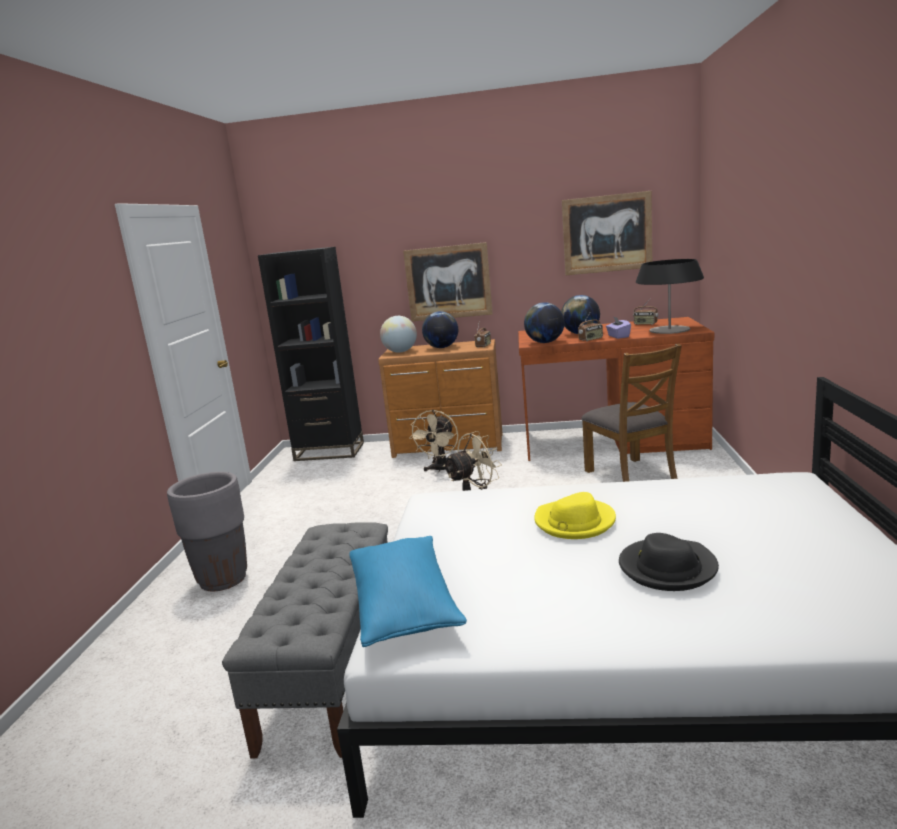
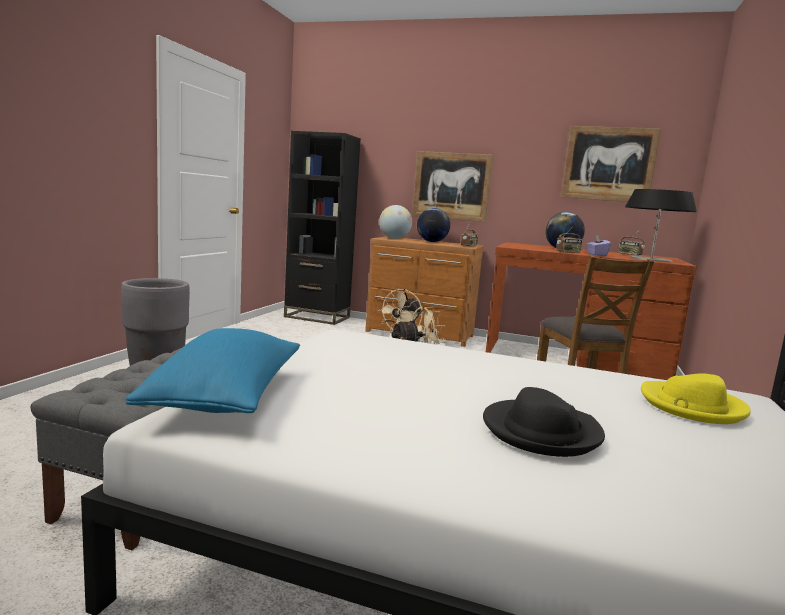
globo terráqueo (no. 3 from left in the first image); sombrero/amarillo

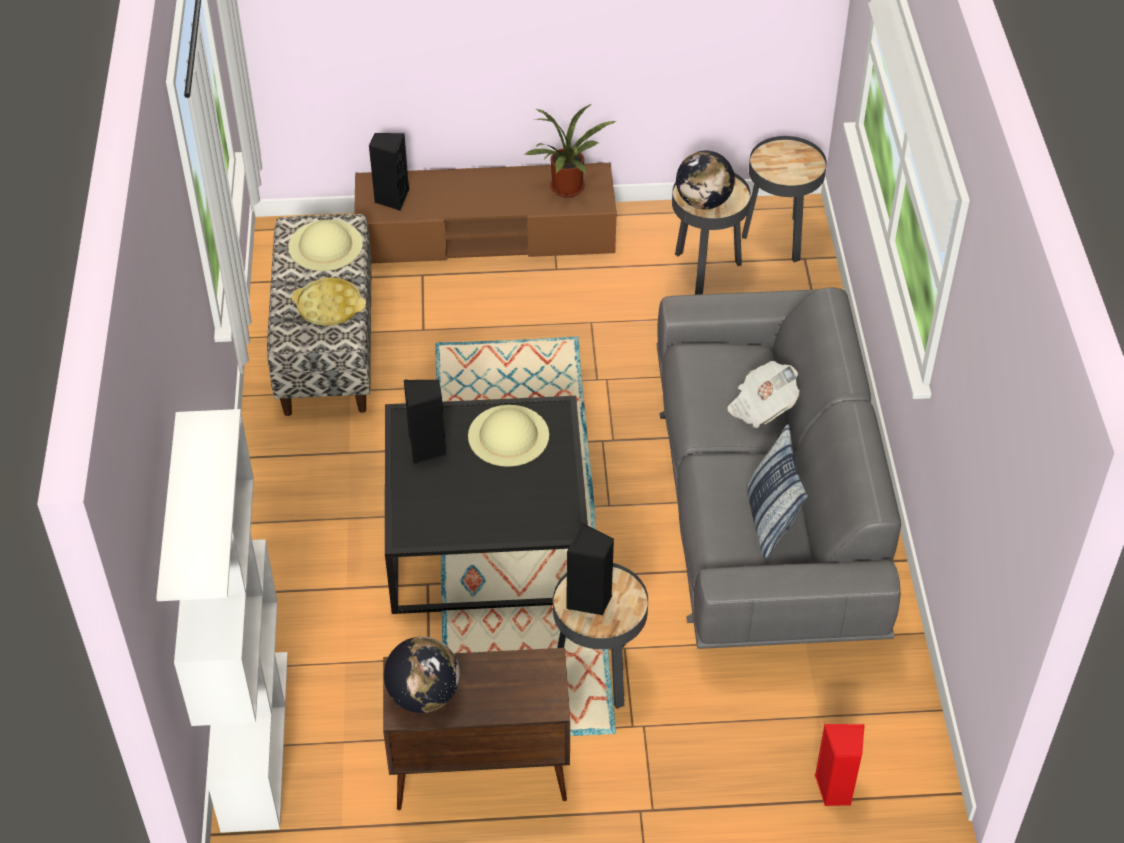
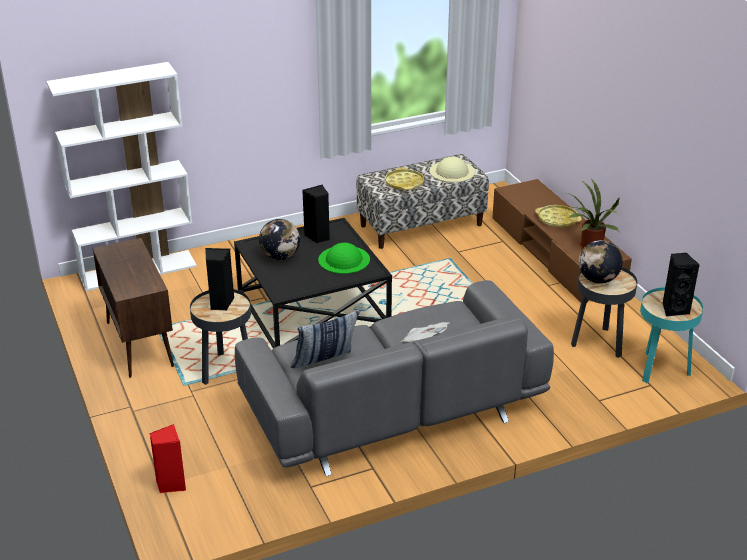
altavoz/negro (no. 3 from left); globo terráqueo (no. 1 from left); sombrero/verde; mesa auxiliar/turquesa; bandeja/amarillo (no. 2 from left)

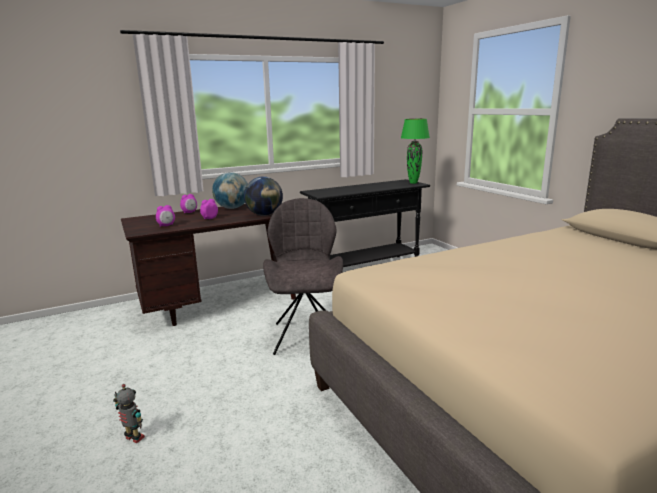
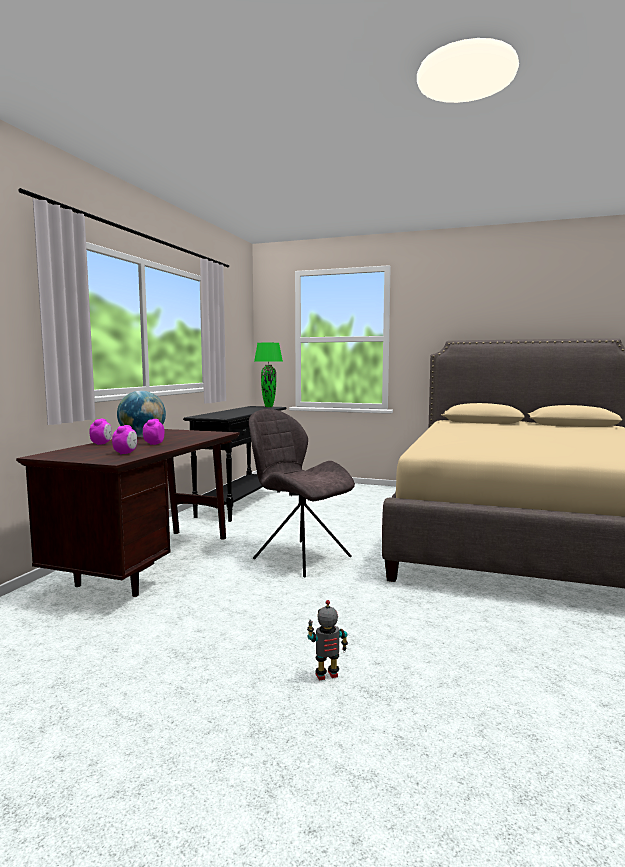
globo terráqueo (no. 2 from left in the first image)

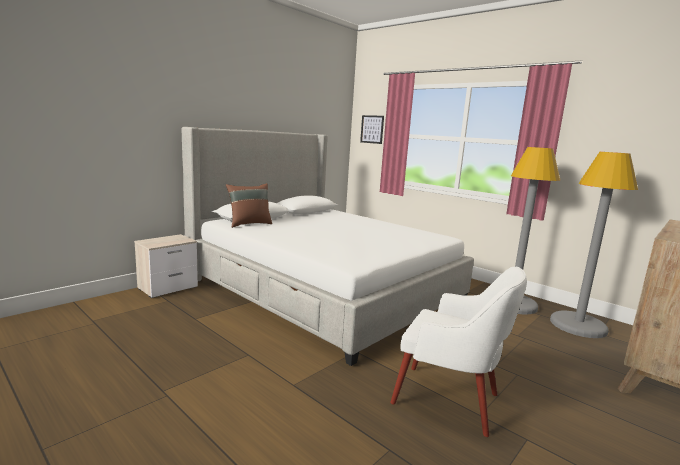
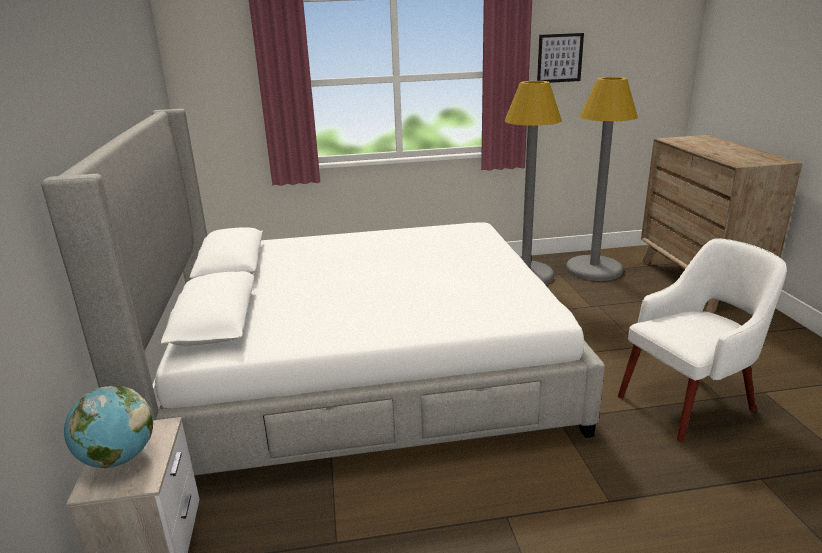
cojín/marrón; cuadro; globo terráqueo

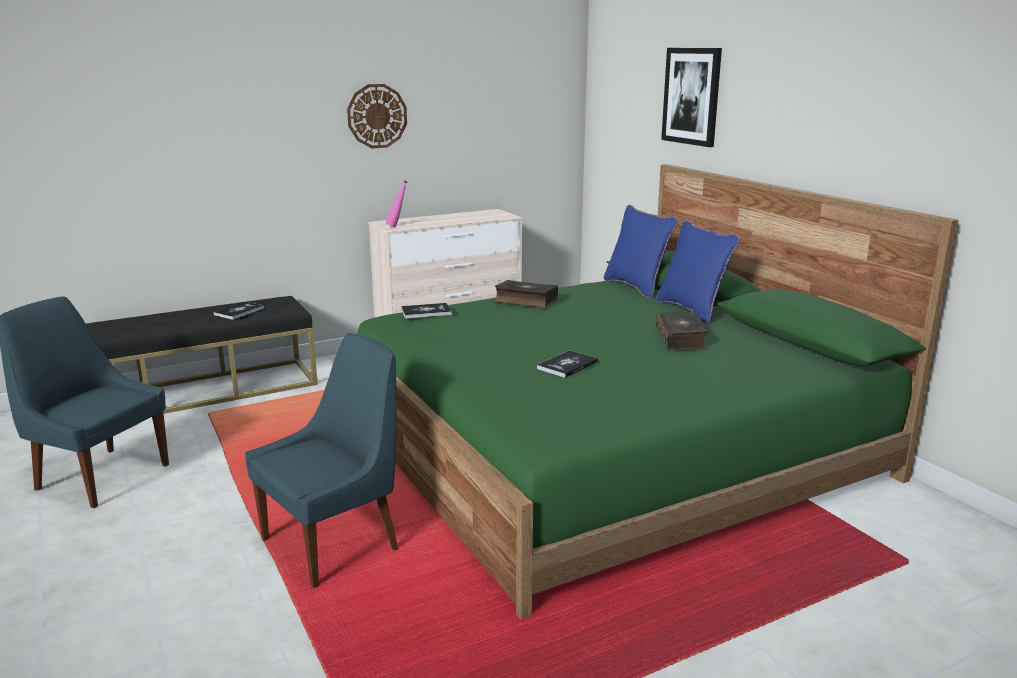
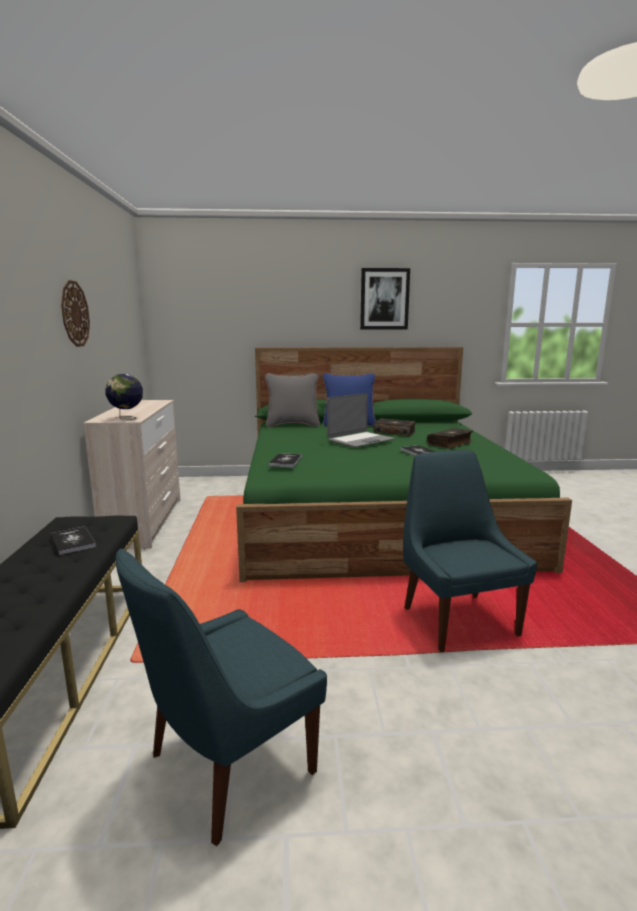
globo terráqueo; libro (no. 5 from left); cojín/gris; cuadro; portátil

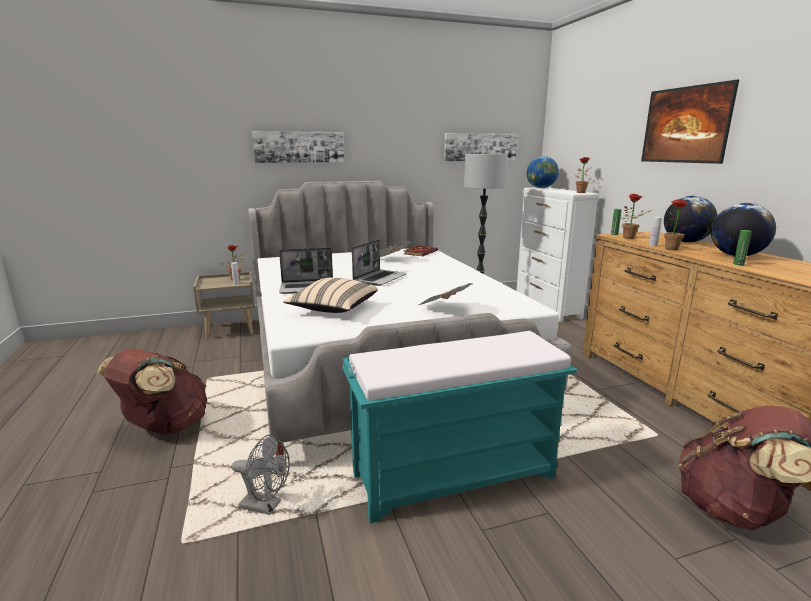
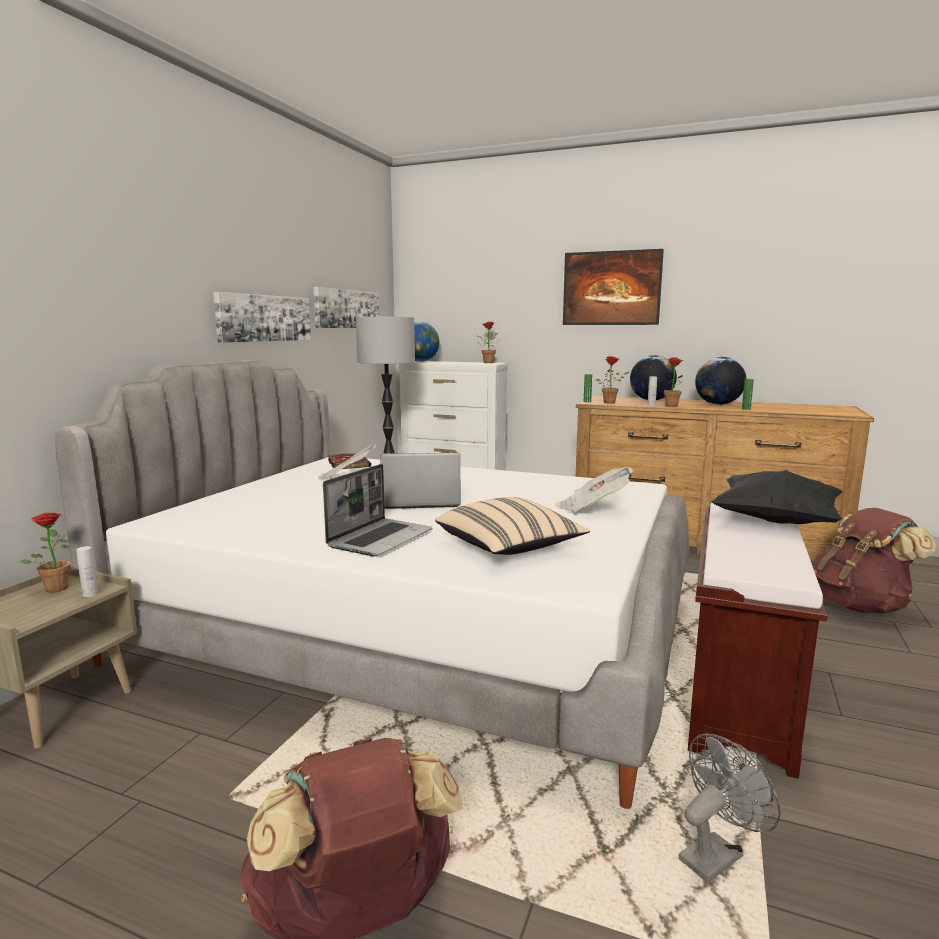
cuadro (no. 1 from left); banco/marrón; portátil (no. 2 from left); cojín/negro

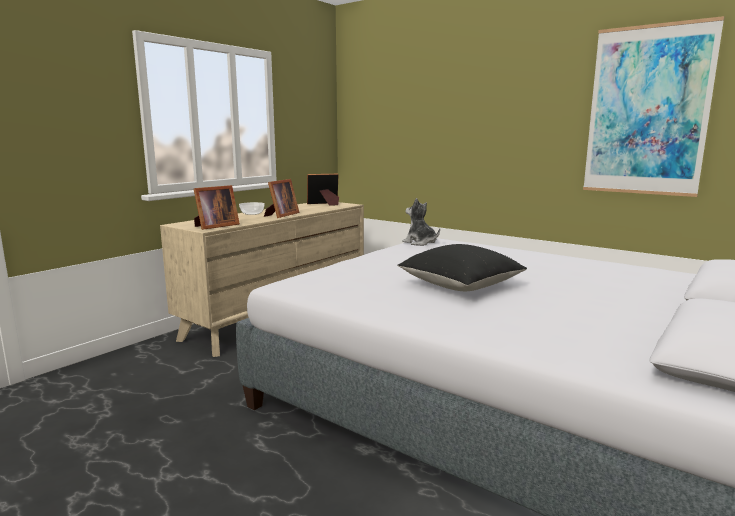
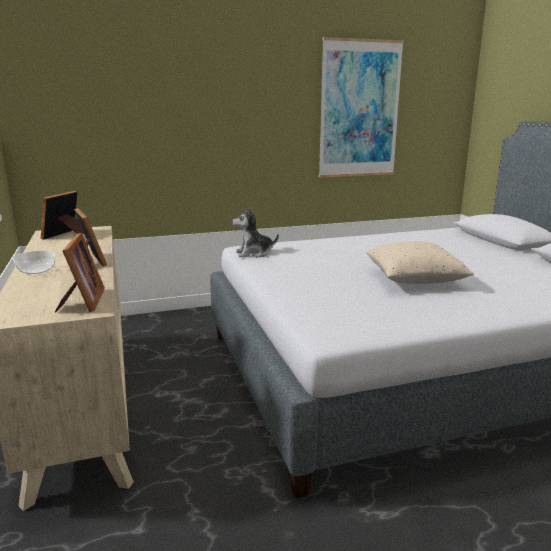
cojín/beis

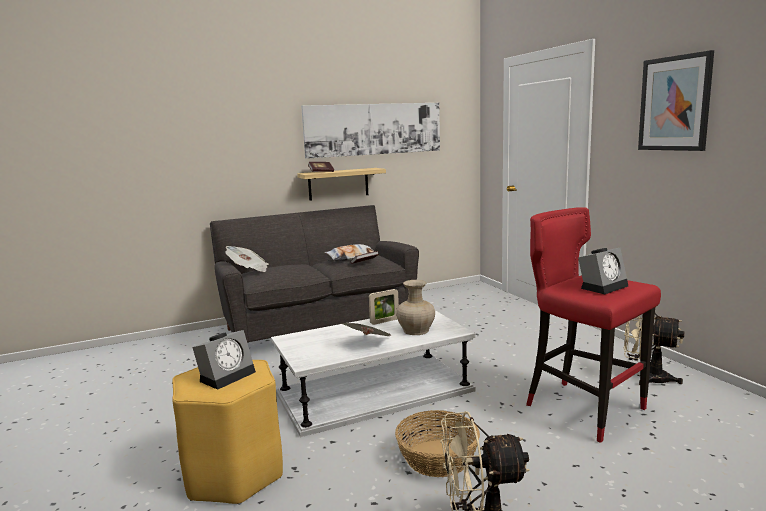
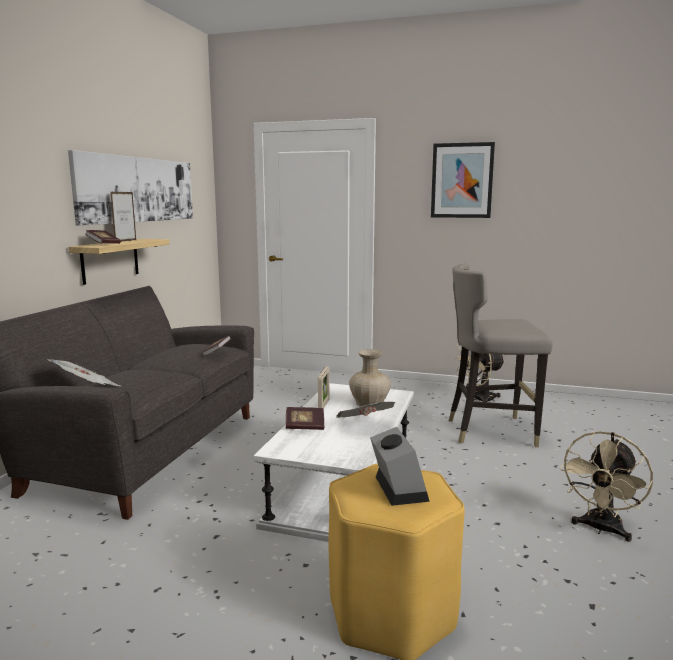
cojín; cesta; taburete/gris; despertador (no. 2 from left in the first image); portarretratos (no. 1 from left); libro (no. 3 from left)

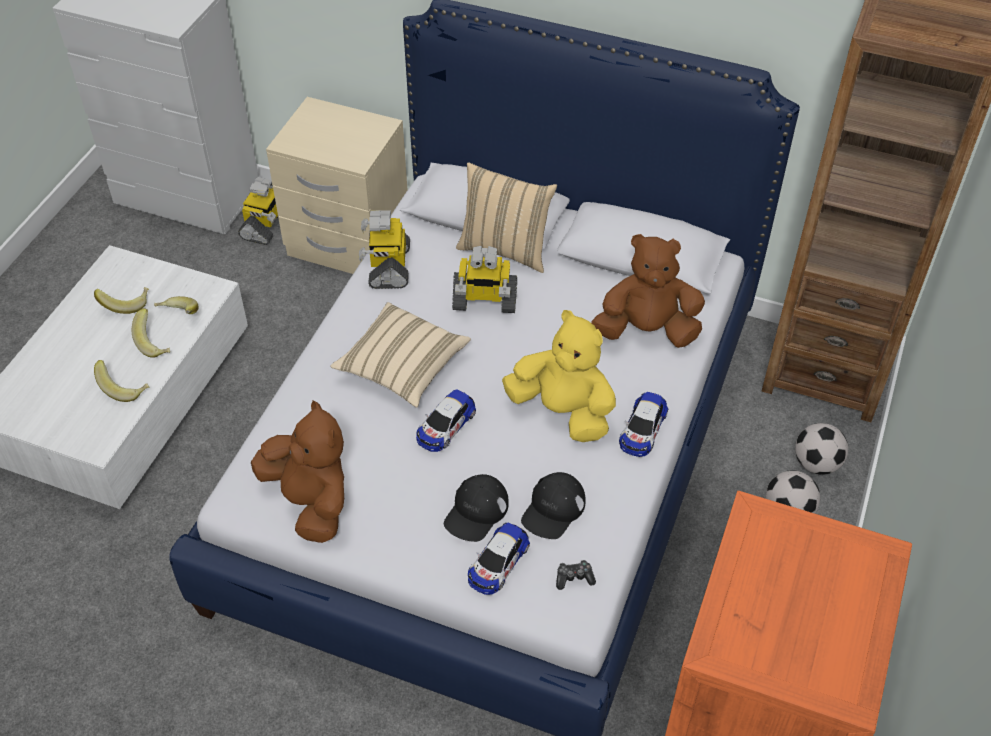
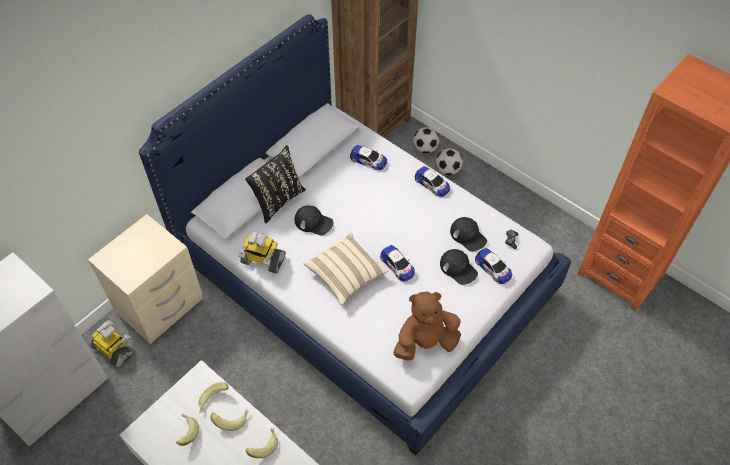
gorra/negro (no. 1 from left); cojín/negro; peluche/amarillo; coche de juguete (no. 1 from left)

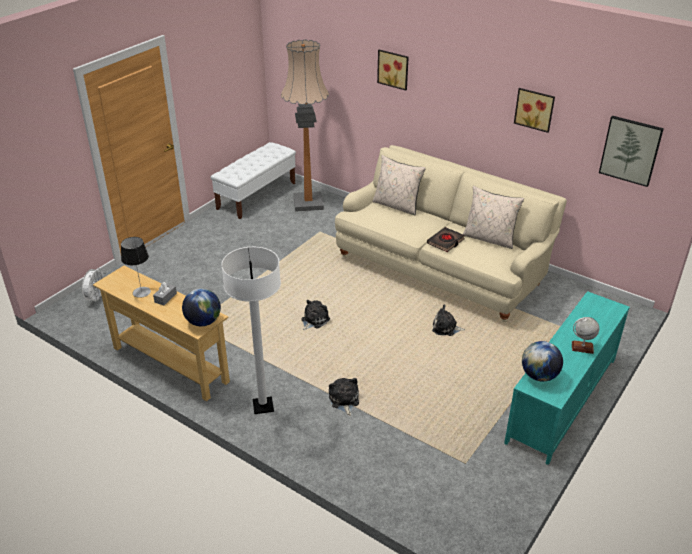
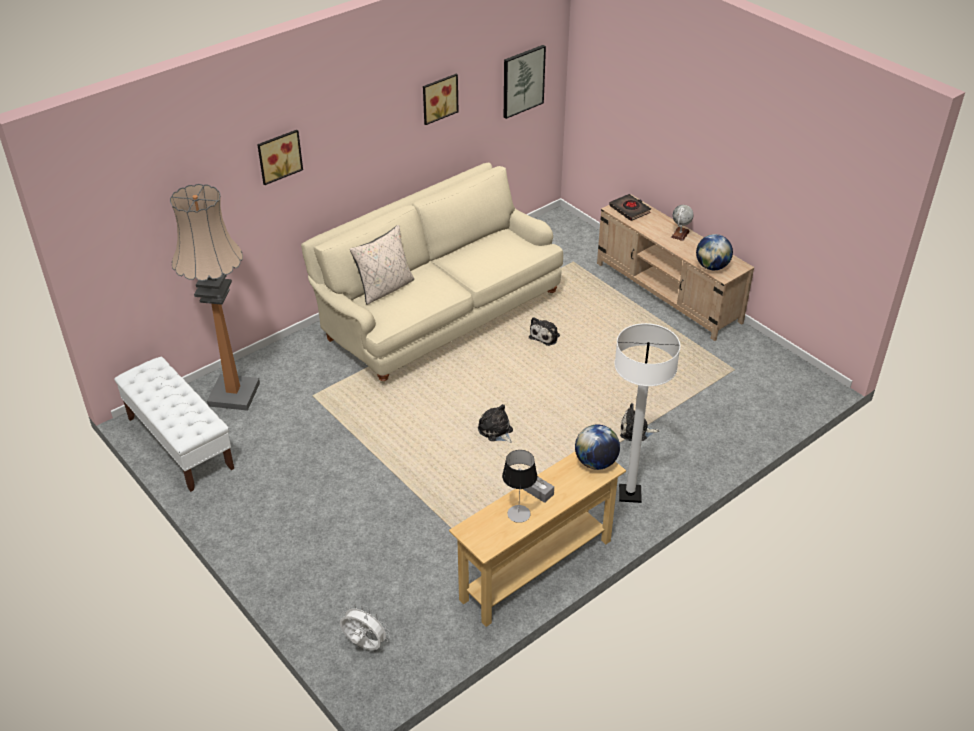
libro/negro; cojín/beis (no. 2 from left in the first image); mueble de televisión/beis

